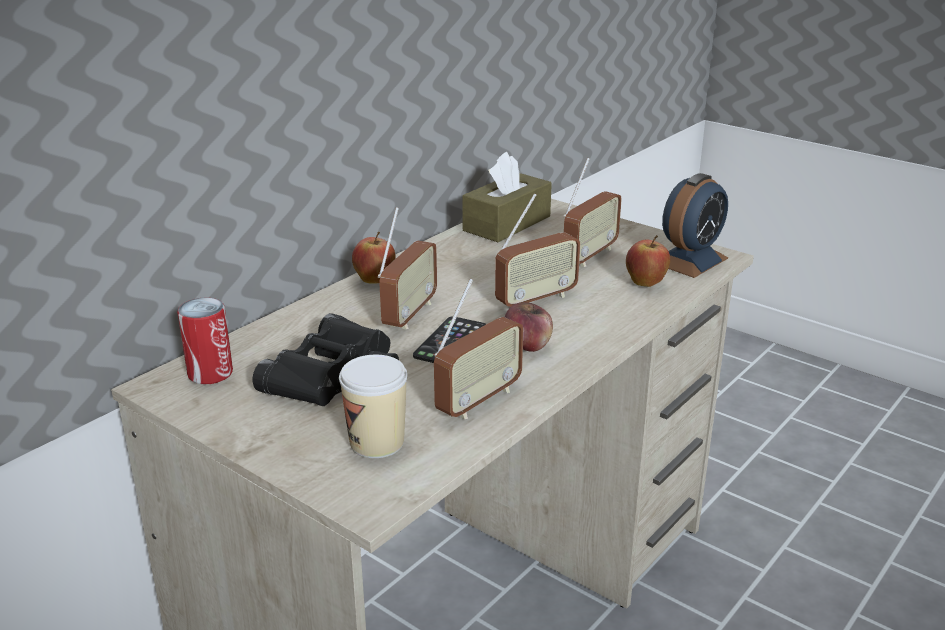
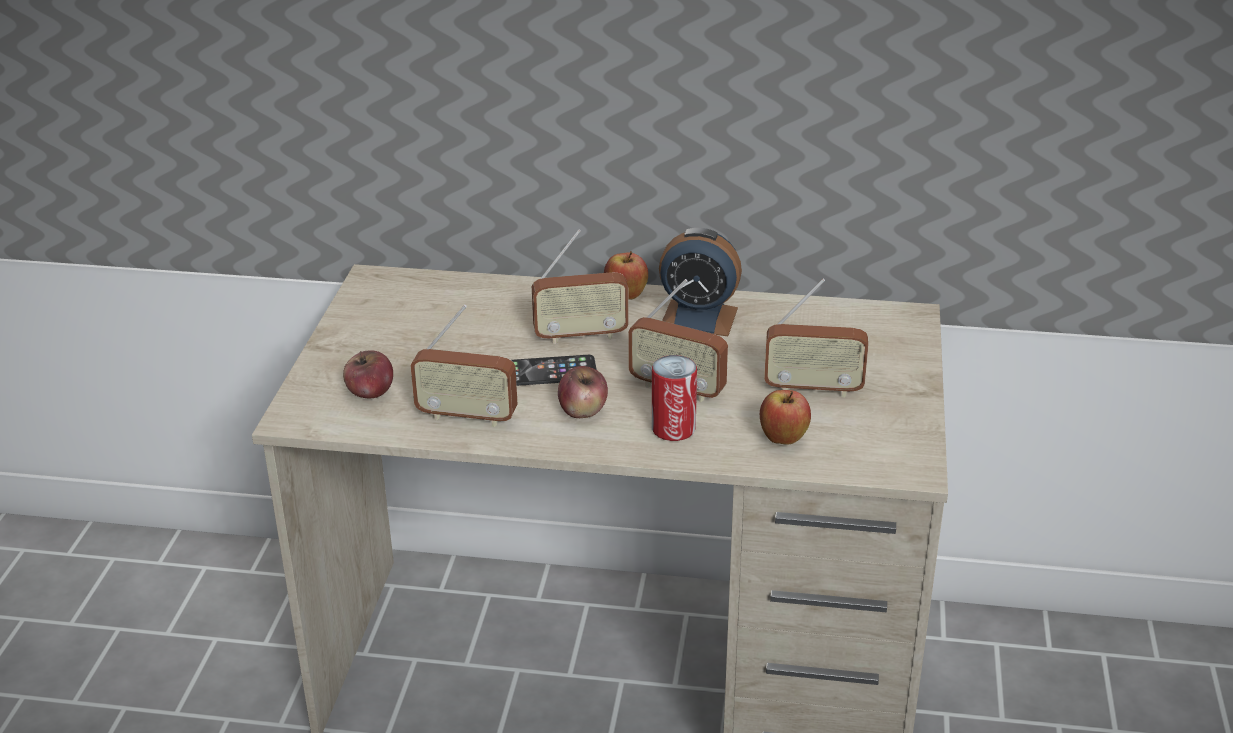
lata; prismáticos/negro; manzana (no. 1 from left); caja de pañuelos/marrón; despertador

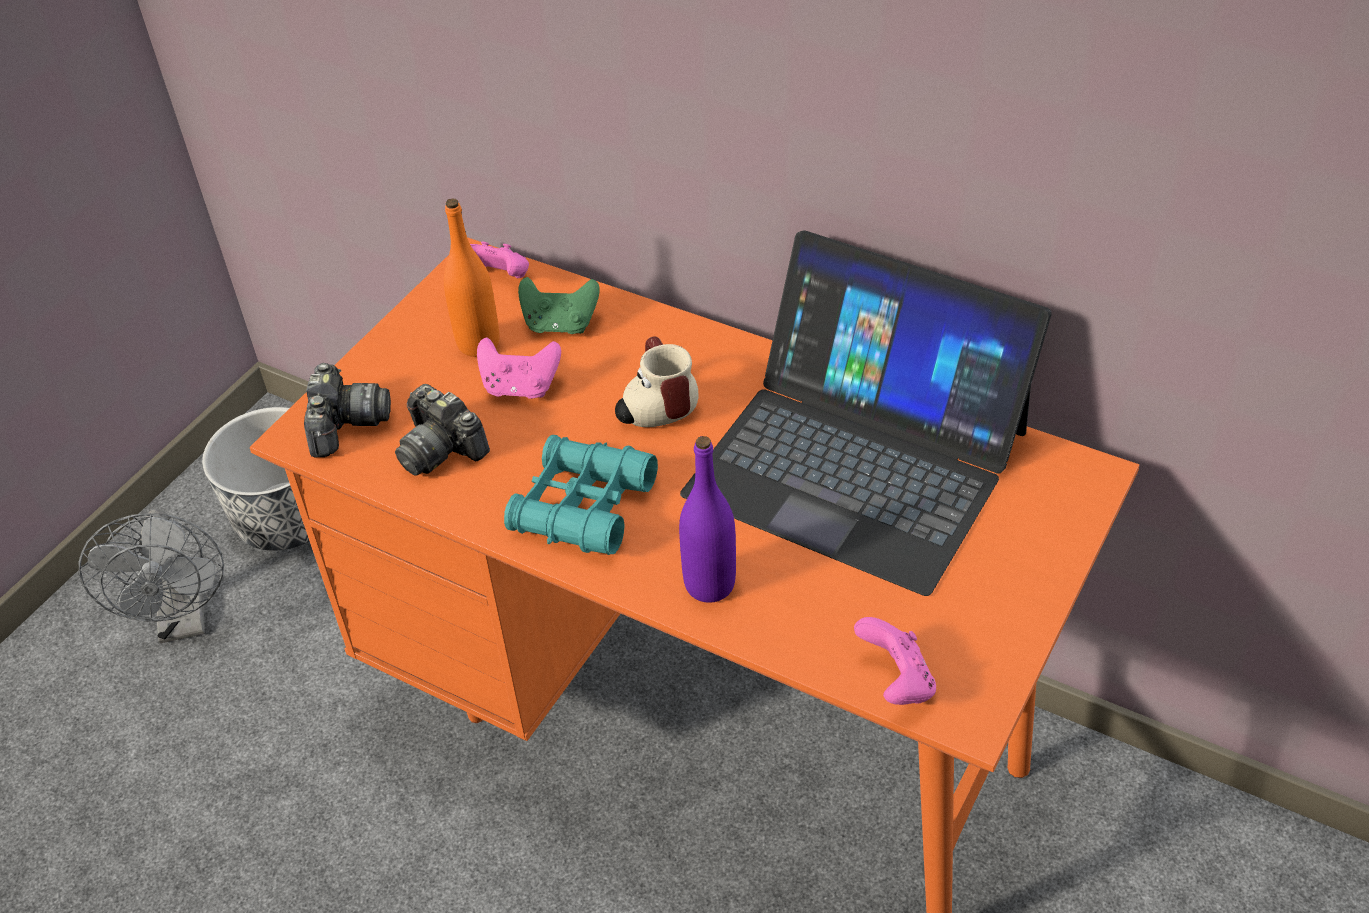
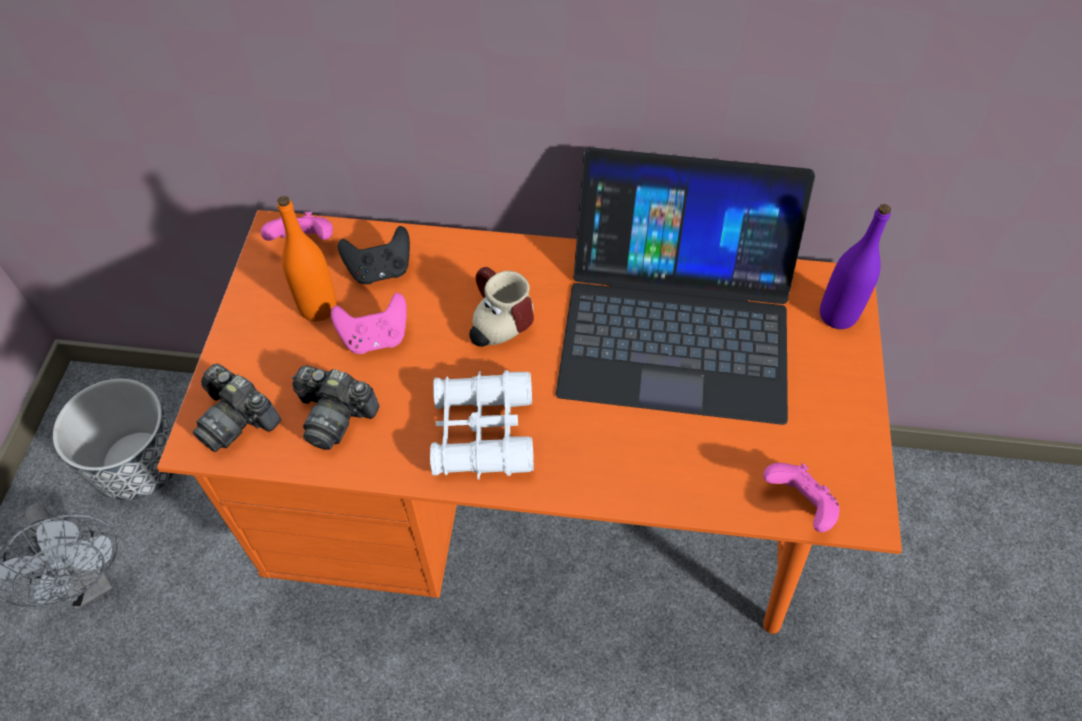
cámara (no. 1 from left); prismáticos/blanco; mando de consola/negro; botella/morado

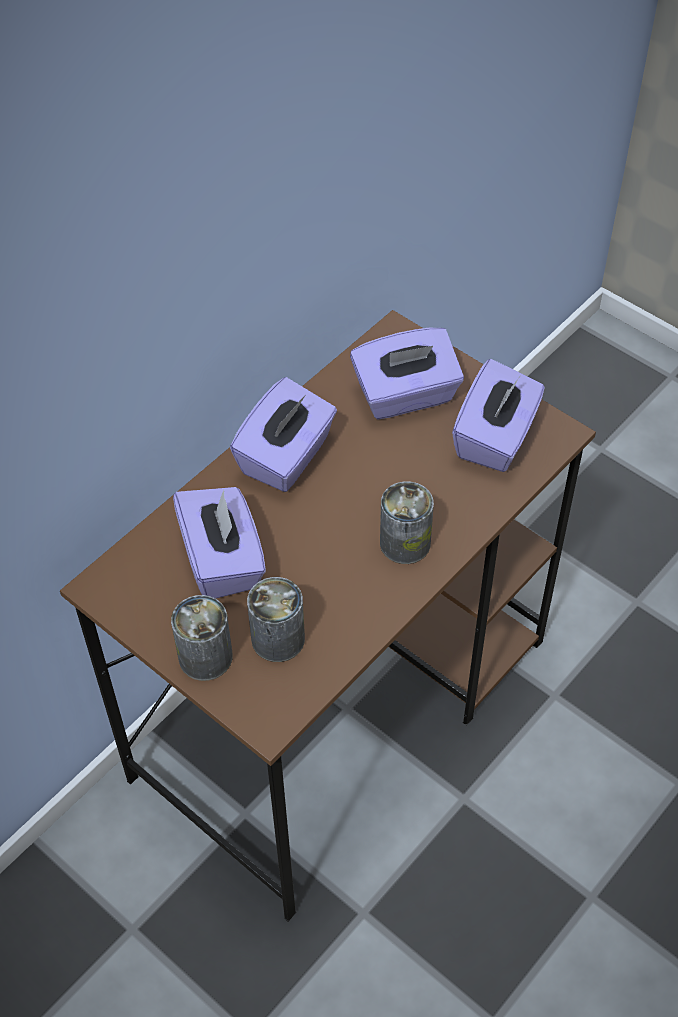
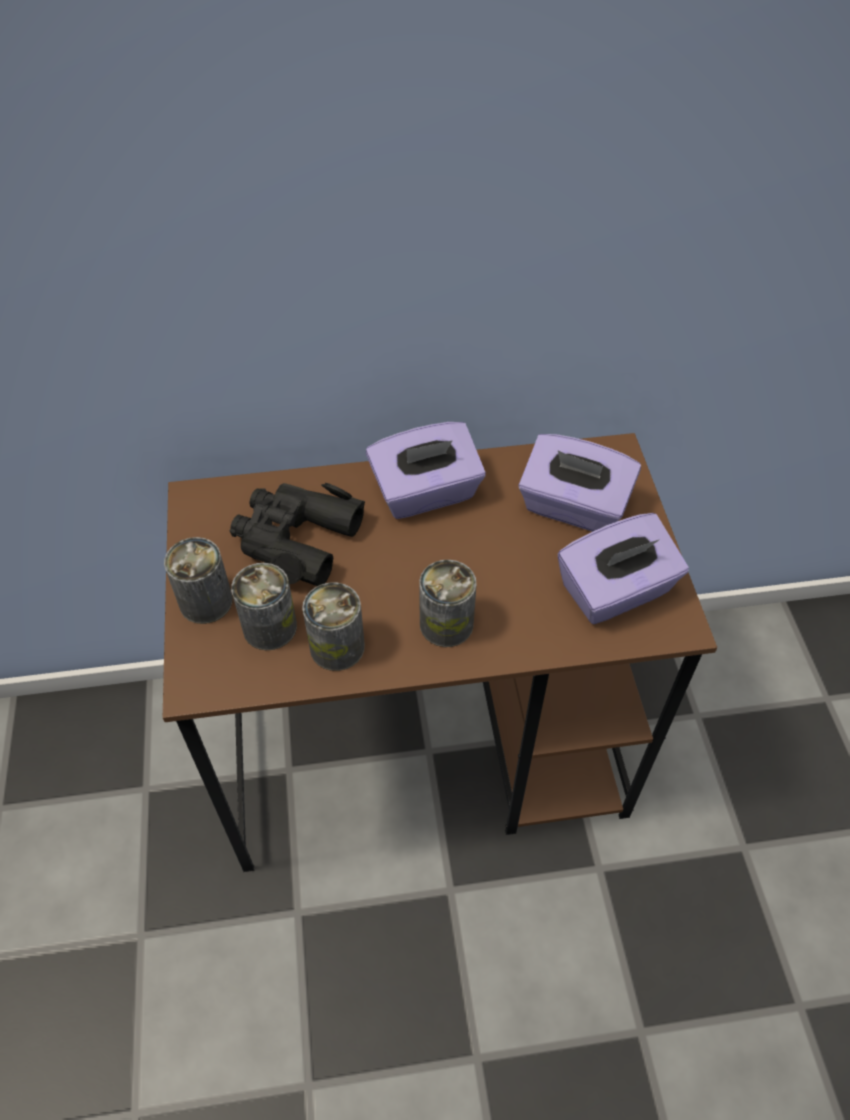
prismáticos/negro; lata (no. 3 from left)

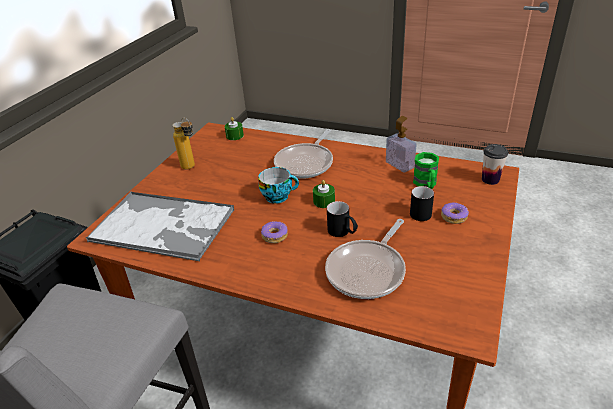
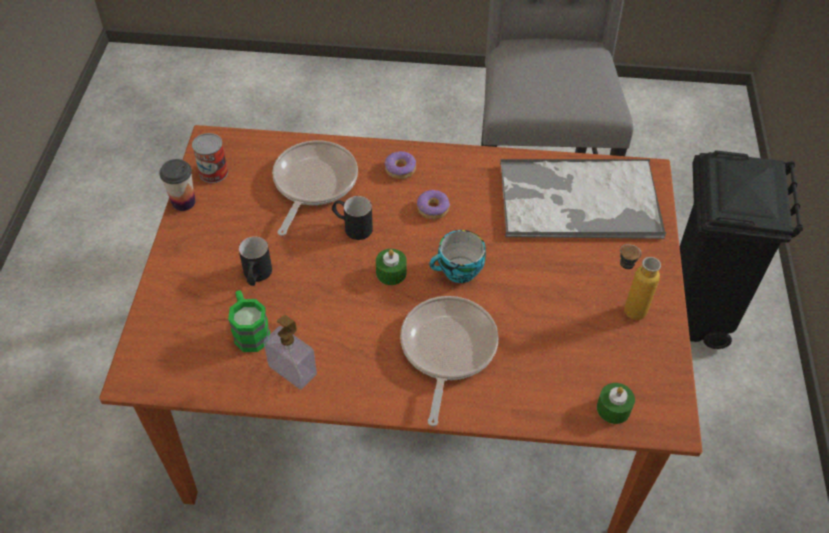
rosquilla (no. 1 from left); taza (no. 1 from left); lata

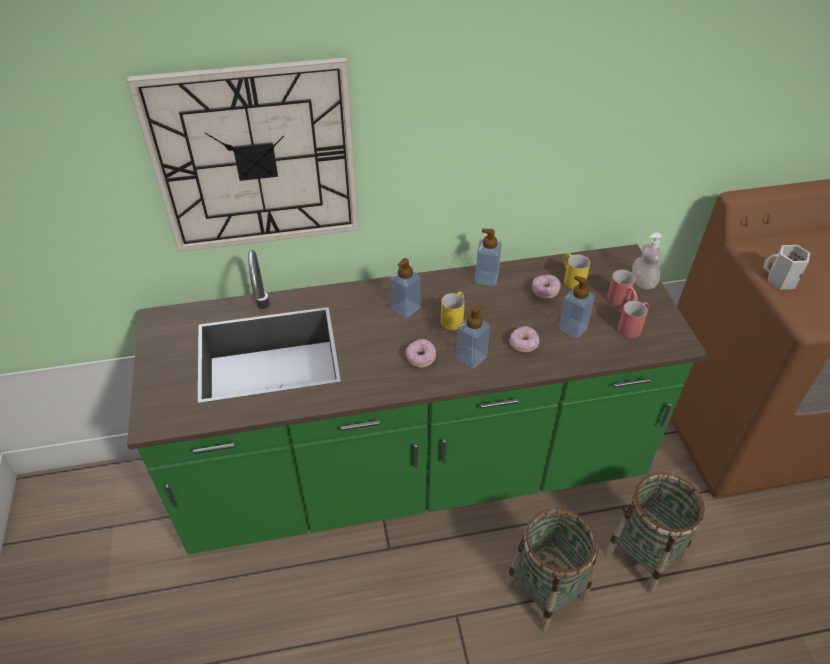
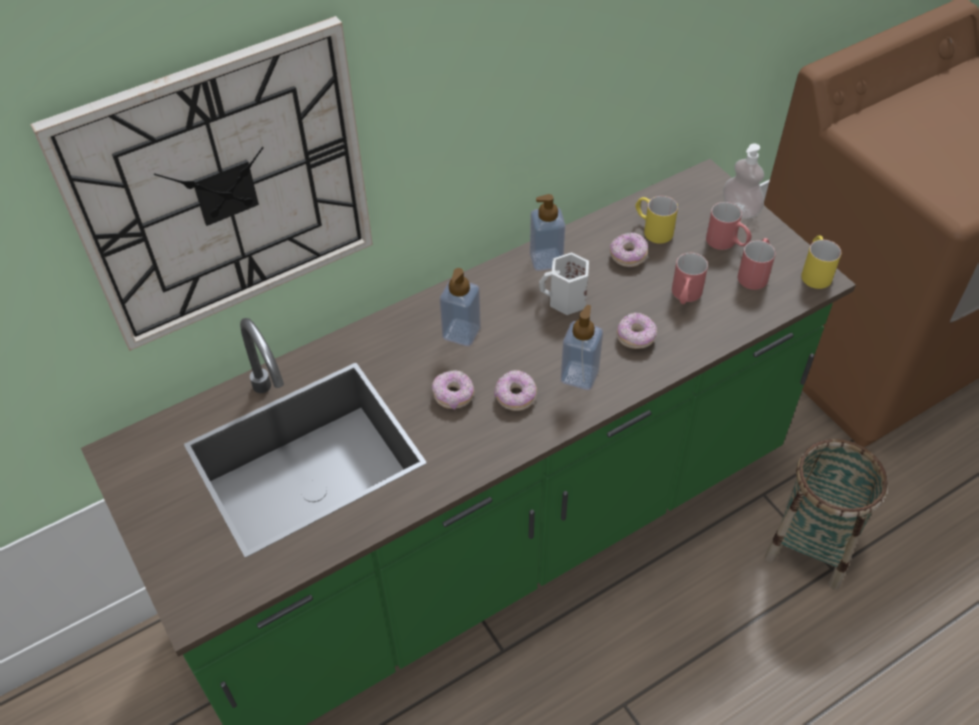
taza grande/amarillo (no. 2 from left); cesta (no. 1 from left in the first image); taza grande/rojo (no. 1 from left); taza grande/blanco; rosquilla (no. 1 from left)

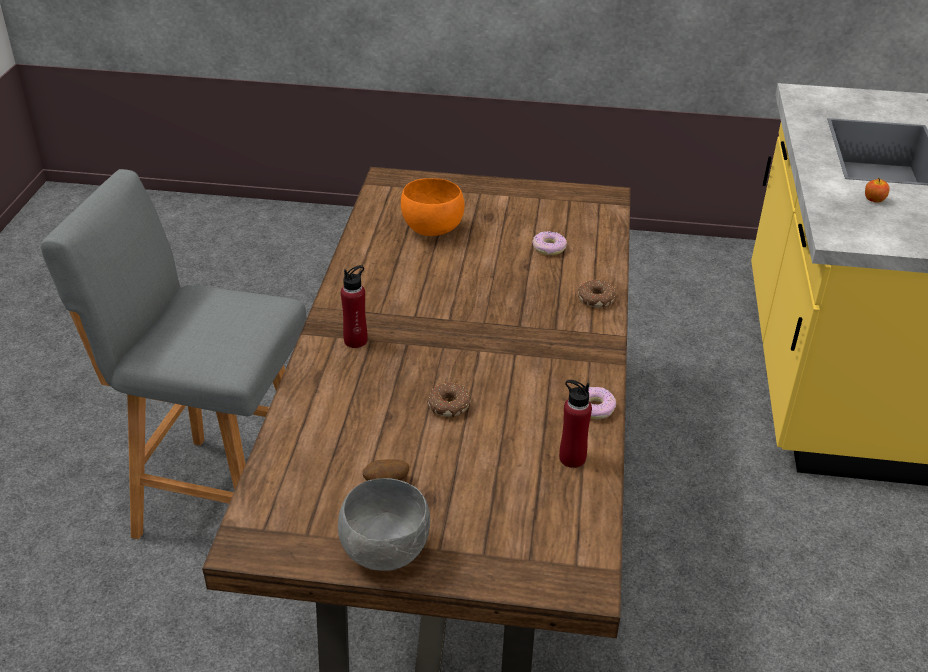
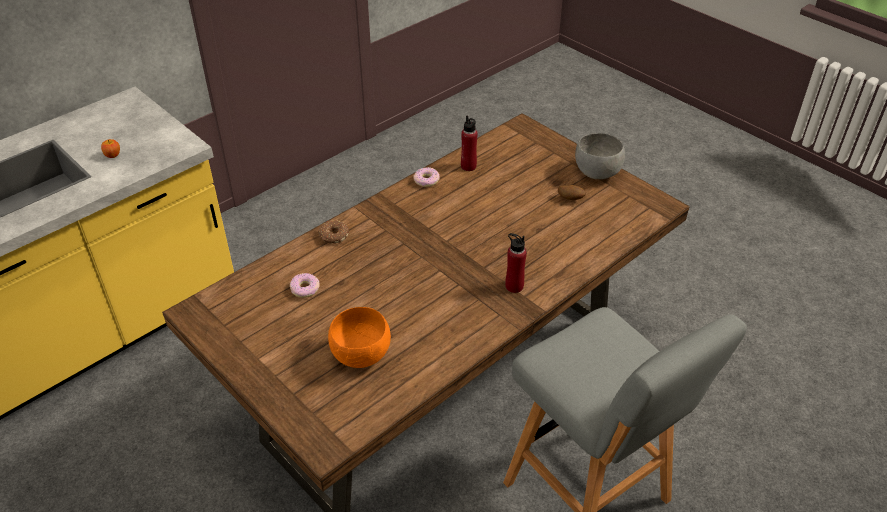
rosquilla (no. 1 from left in the first image)

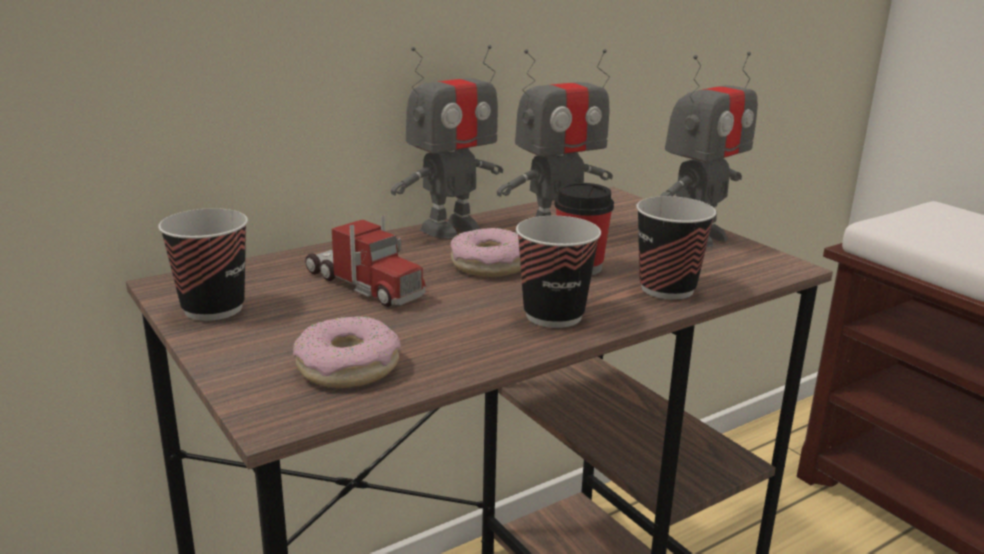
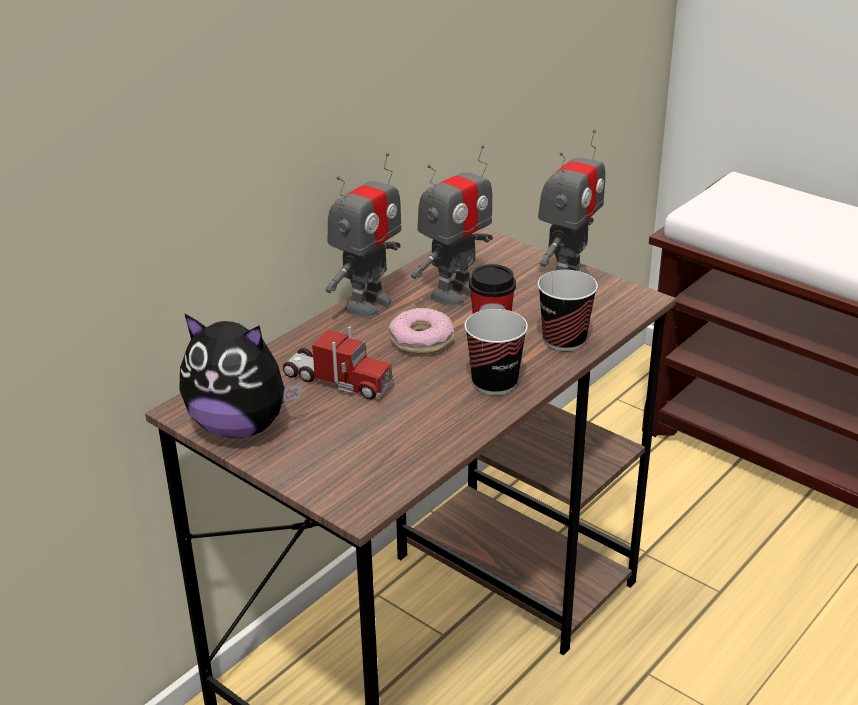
peluche; rosquilla (no. 1 from left in the first image)

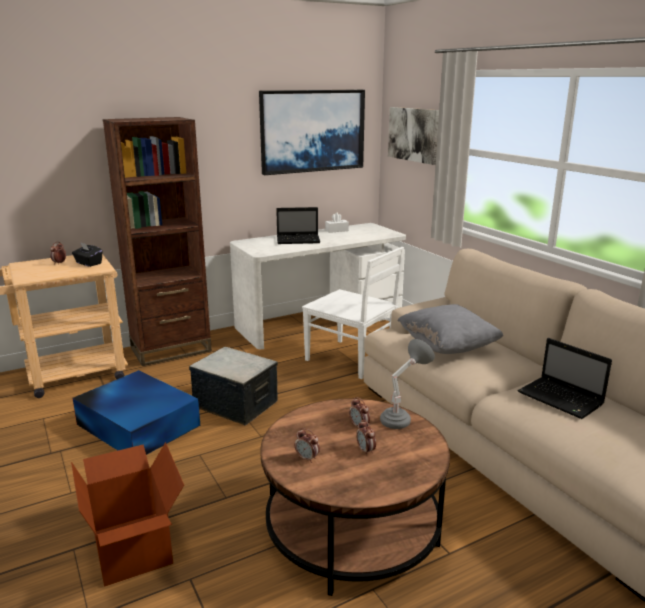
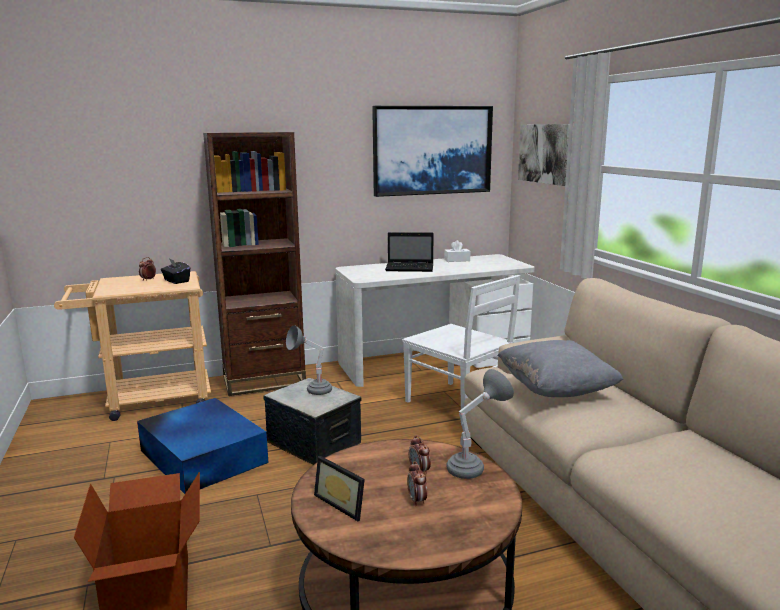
portarretratos; portátil (no. 2 from left in the first image); lámpara de mesa/gris (no. 1 from left)

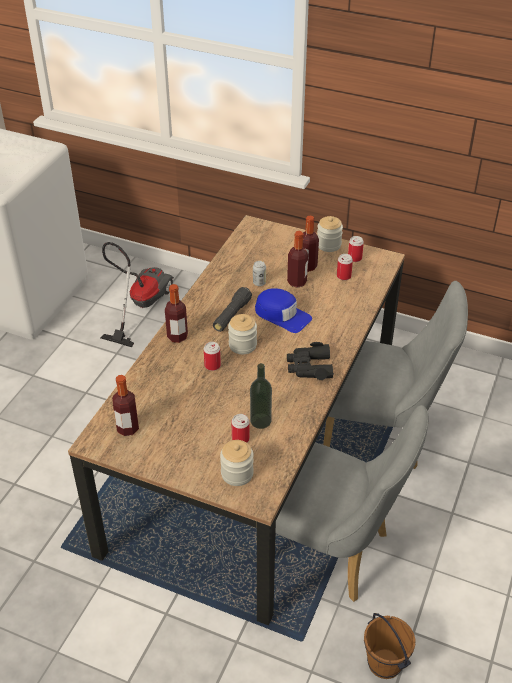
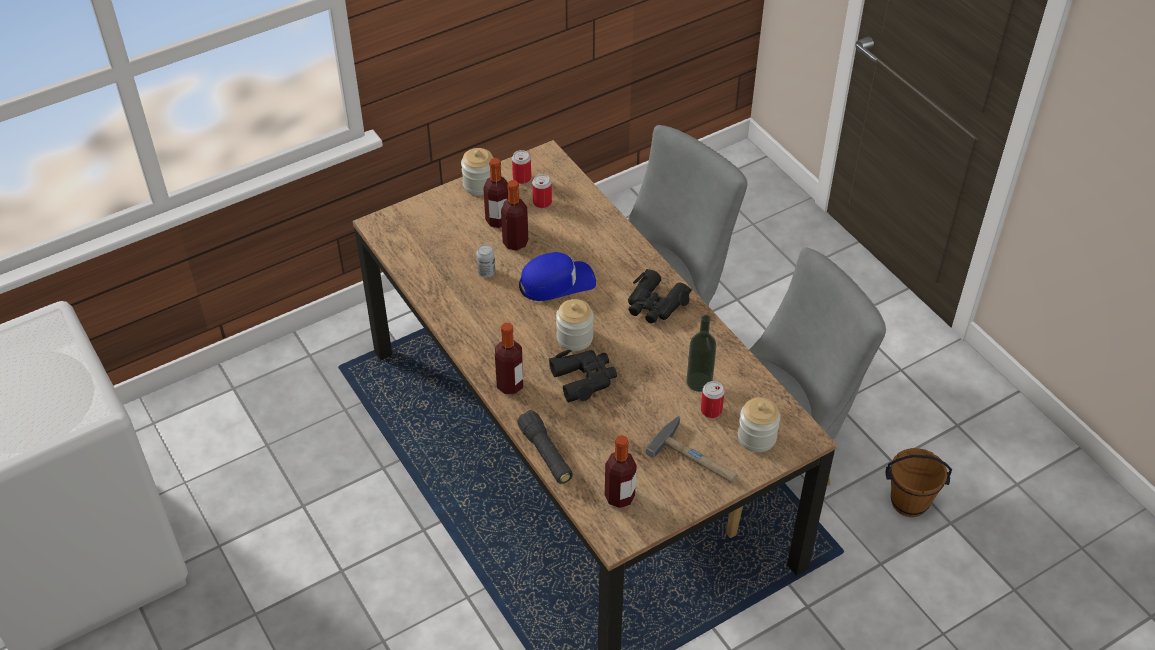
aspiradora; prismáticos/negro (no. 1 from left); linterna/negro; martillo

